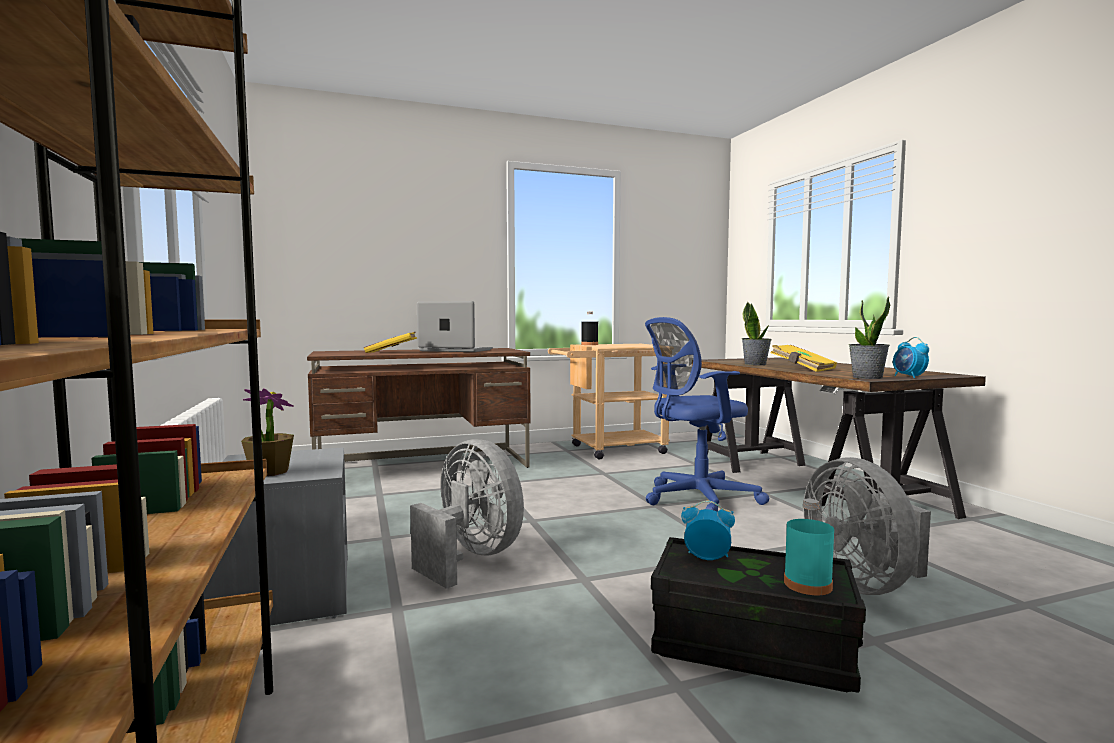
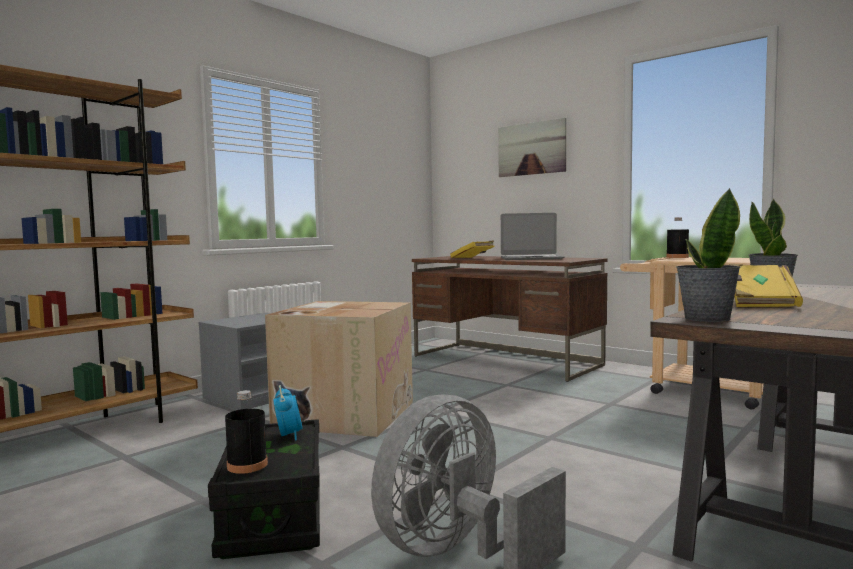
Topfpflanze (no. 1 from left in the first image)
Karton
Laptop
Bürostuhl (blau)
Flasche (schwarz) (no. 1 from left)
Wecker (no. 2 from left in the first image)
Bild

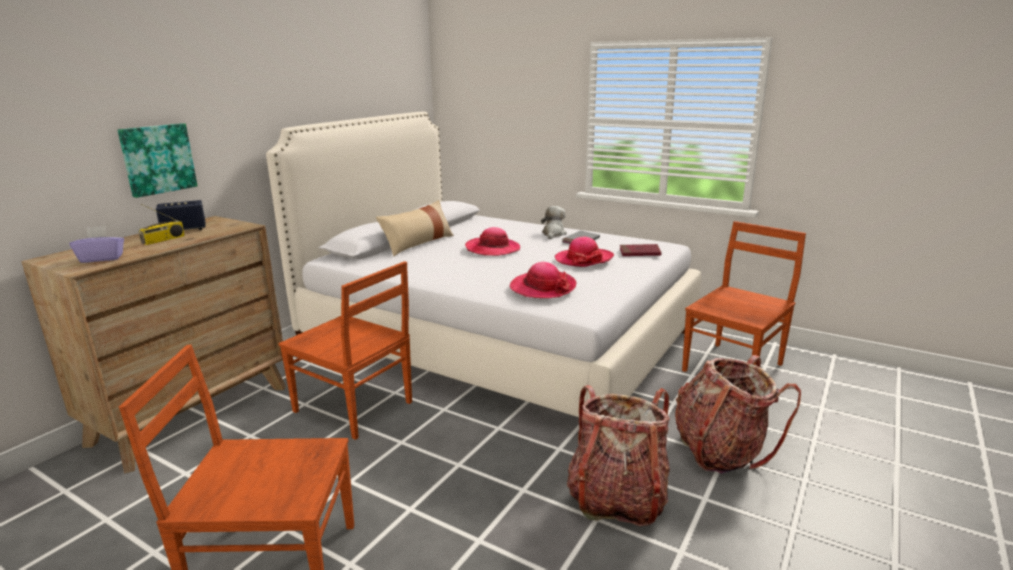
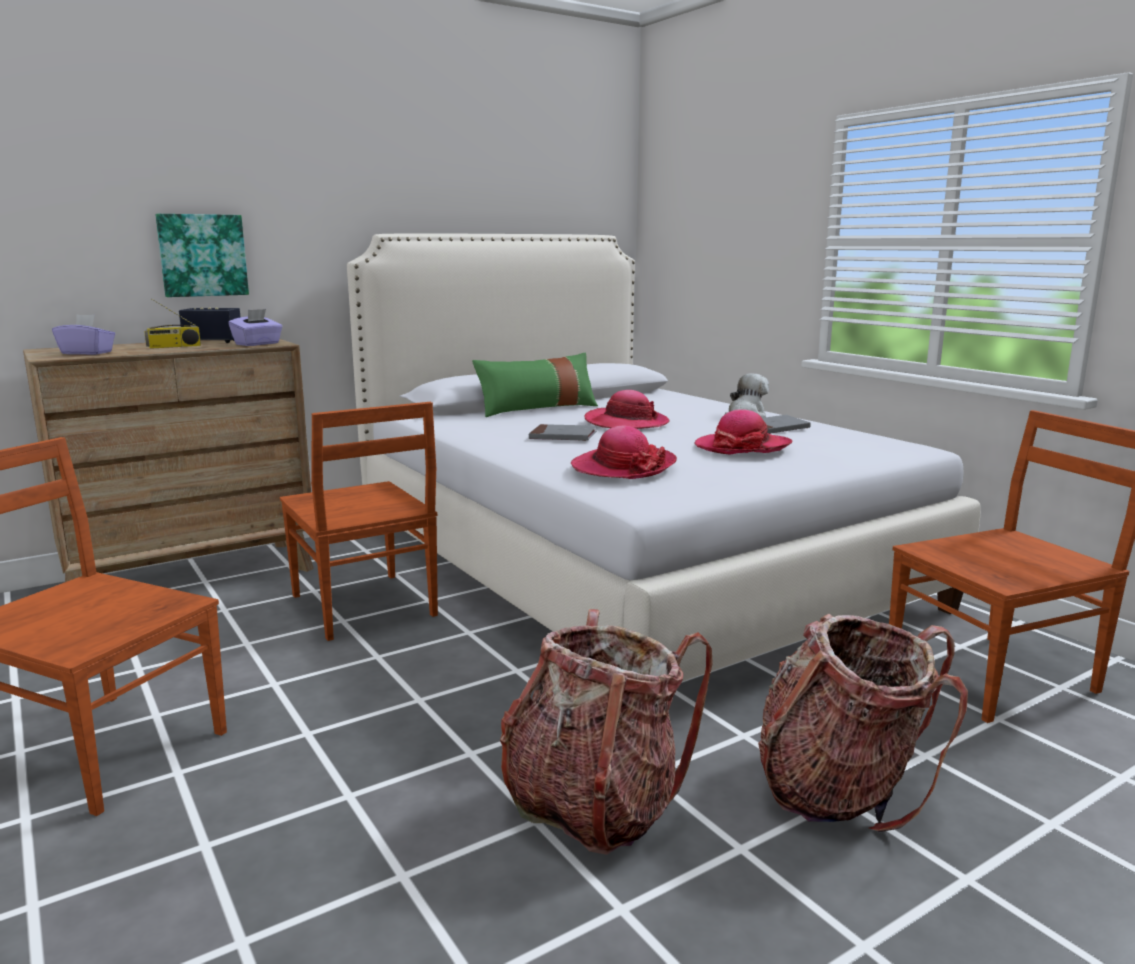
Kissen (grün)
Buch (rot)
Taschentuchbox (lila) (no. 2 from left)
Buch (grau) (no. 1 from left)

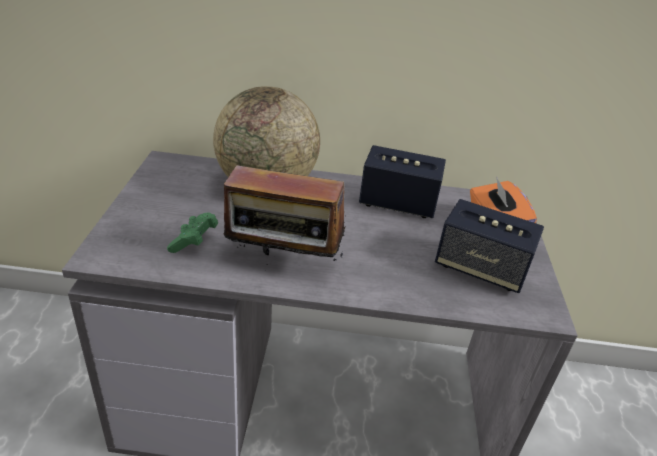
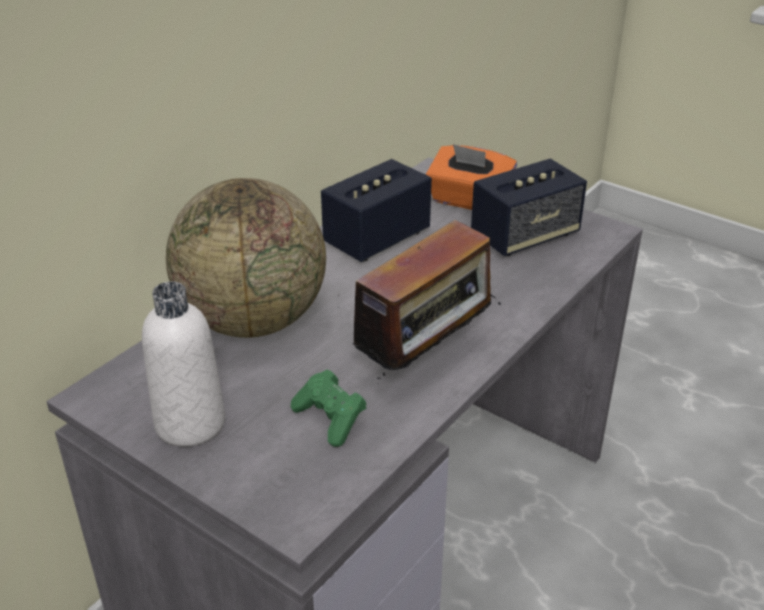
Flasche (weiß)

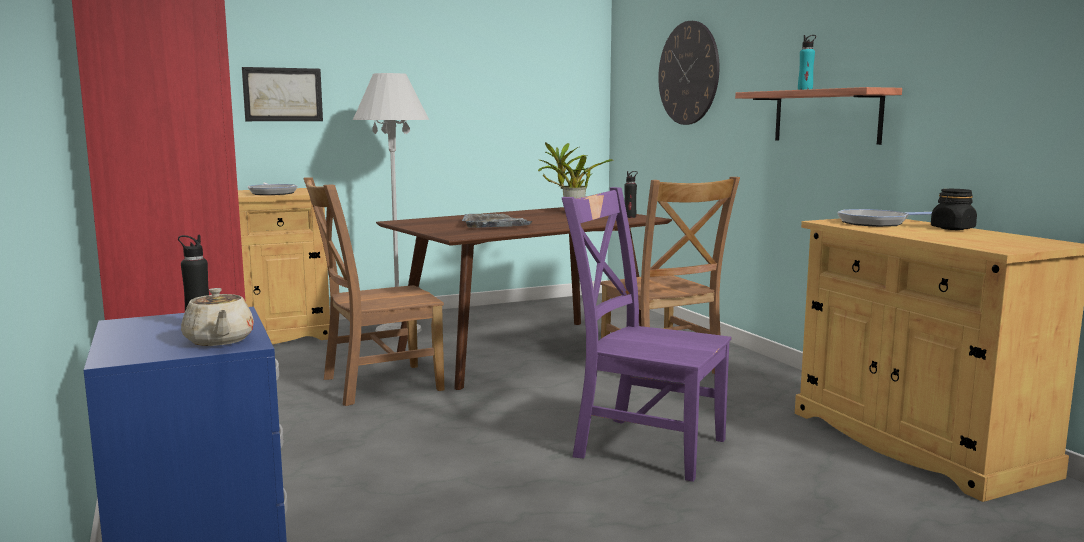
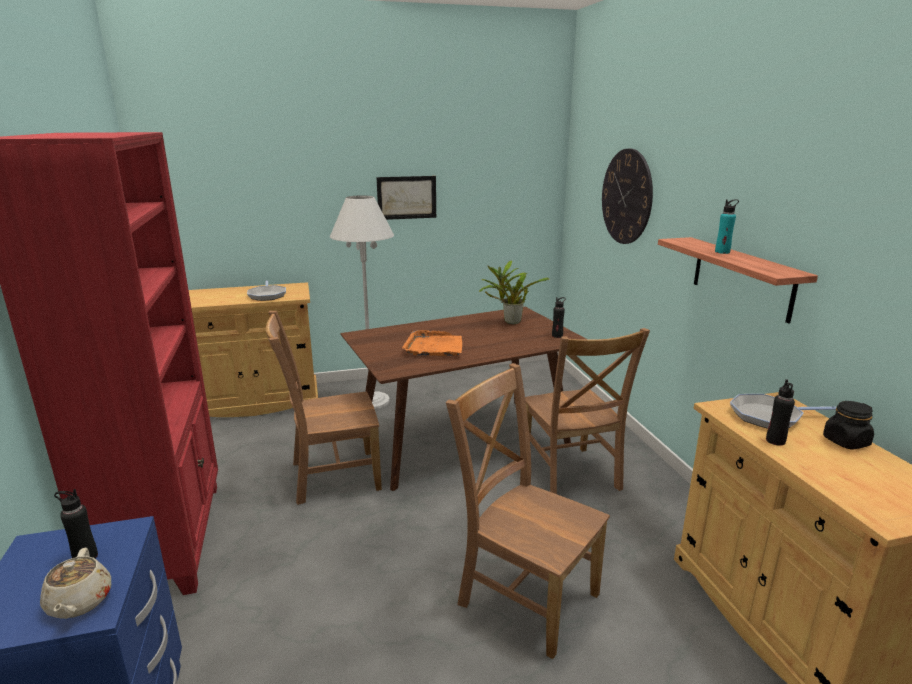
Bild
Tablett (orange)
Stuhl (braun) (no. 2 from left)
Flasche (schwarz) (no. 3 from left)

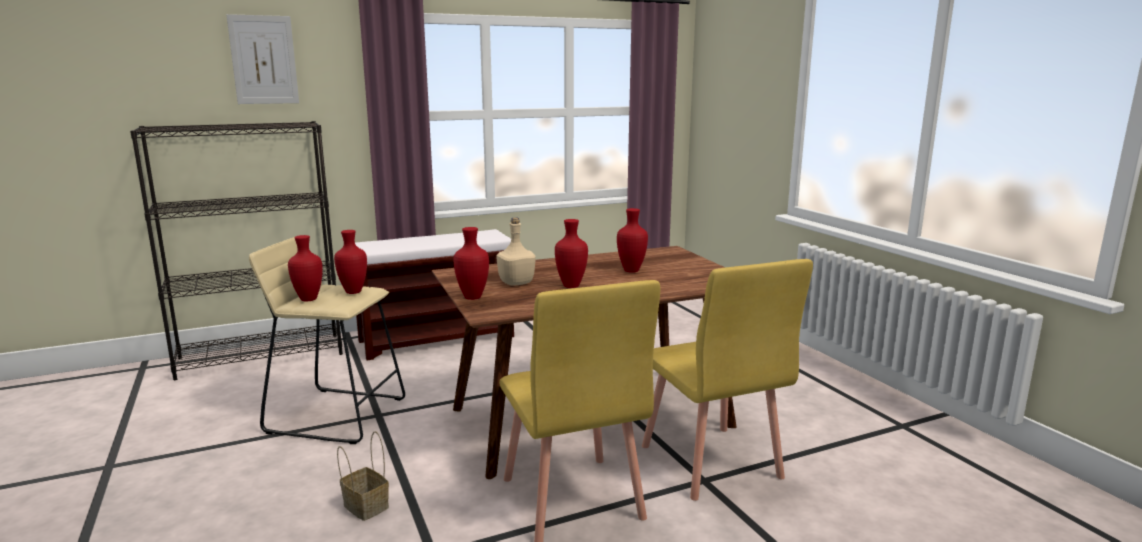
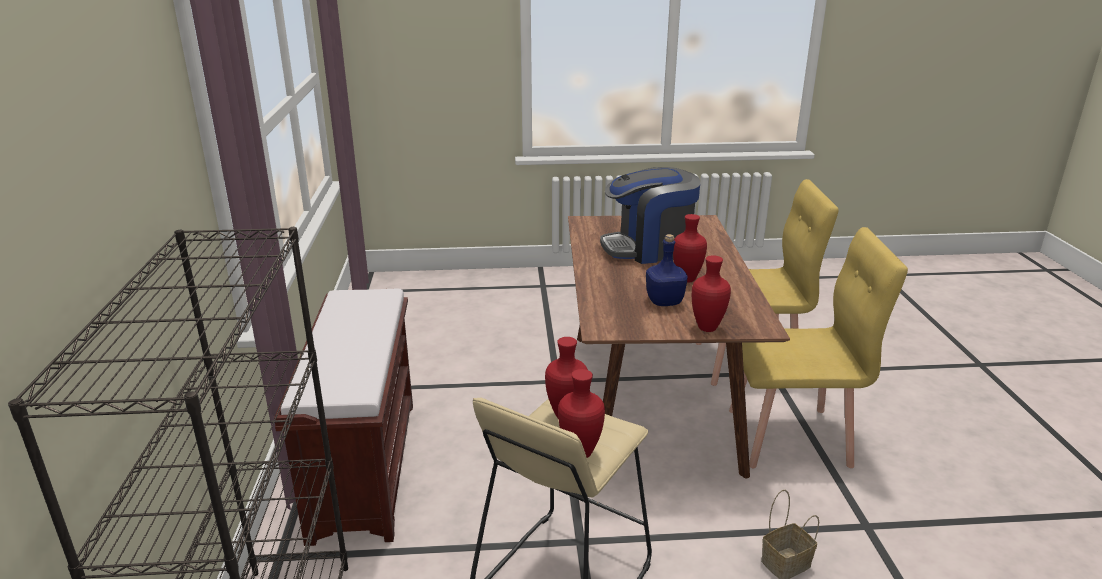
Bild
Flasche (blau)
Kaffeemaschine

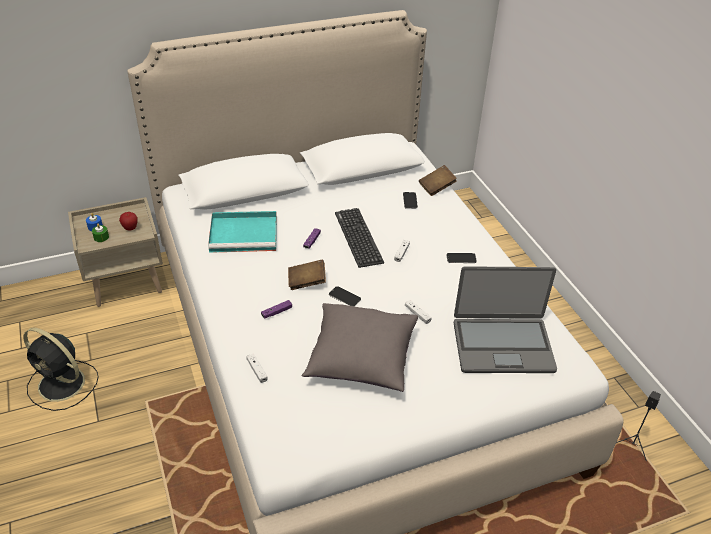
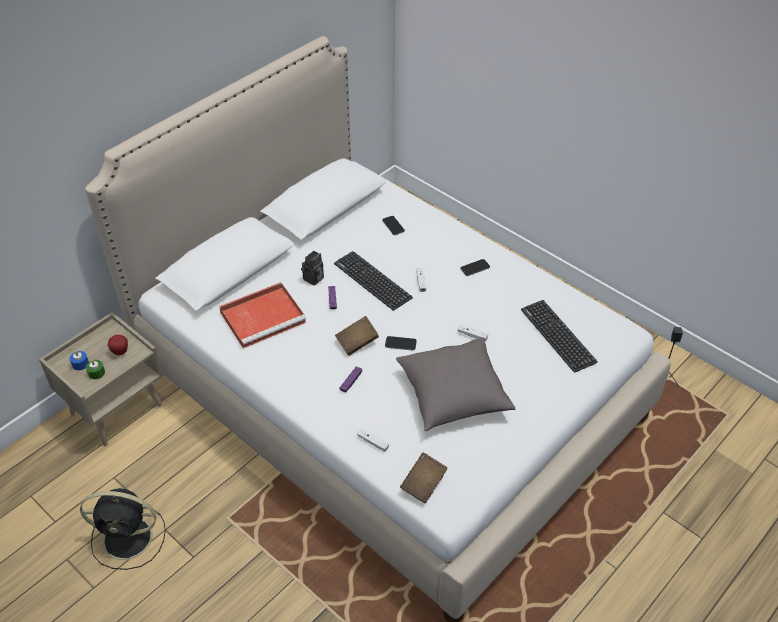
Tablett (rot)
Buch (braun) (no. 2 from left)
Tastatur (no. 2 from left)
Kamera

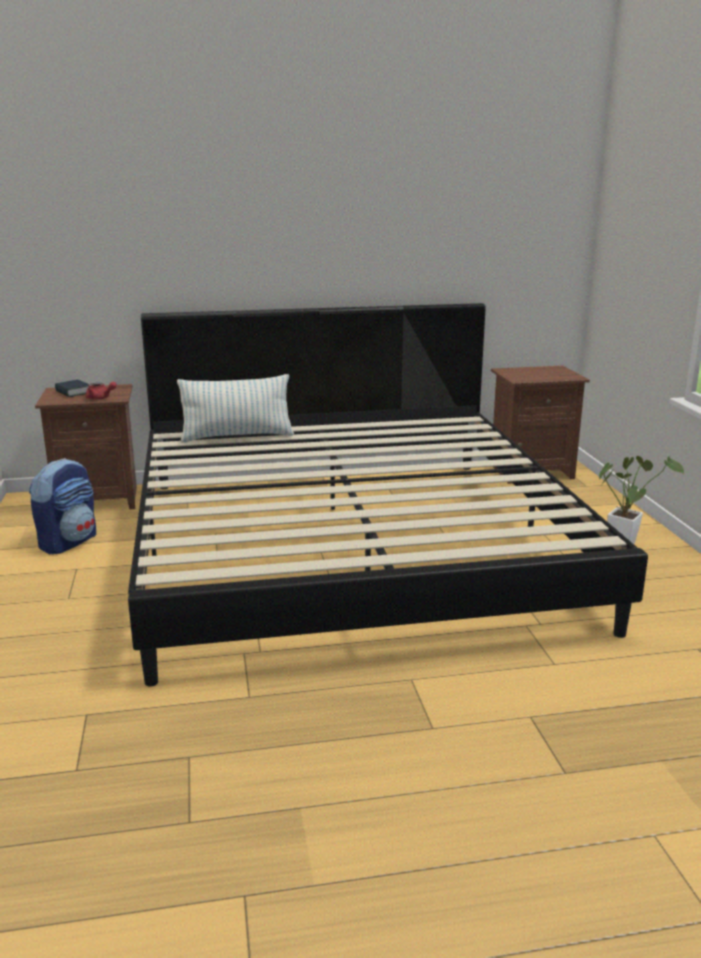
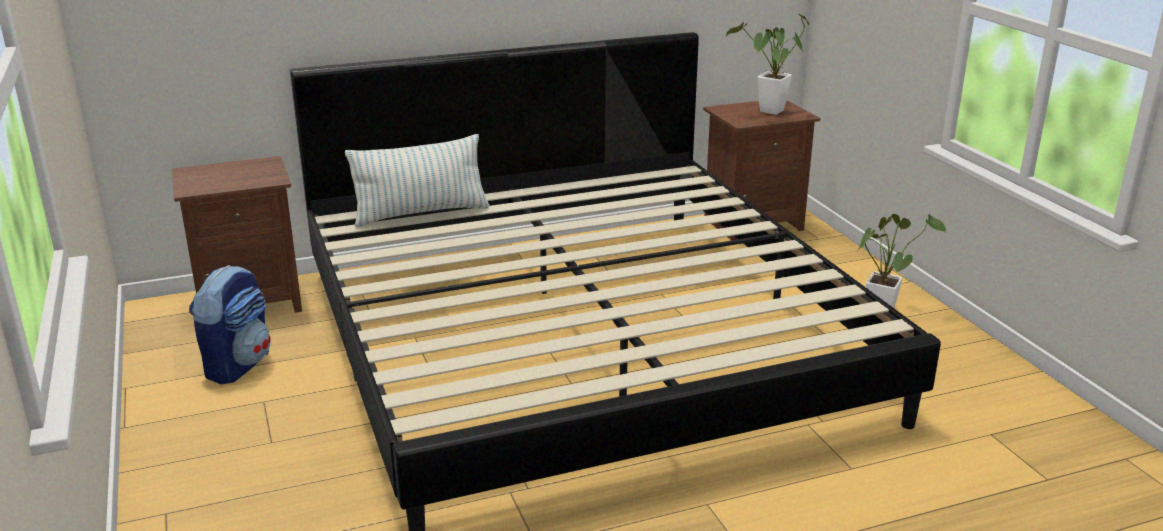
Buch
Teekanne (rot)
Topfpflanze (no. 1 from left)

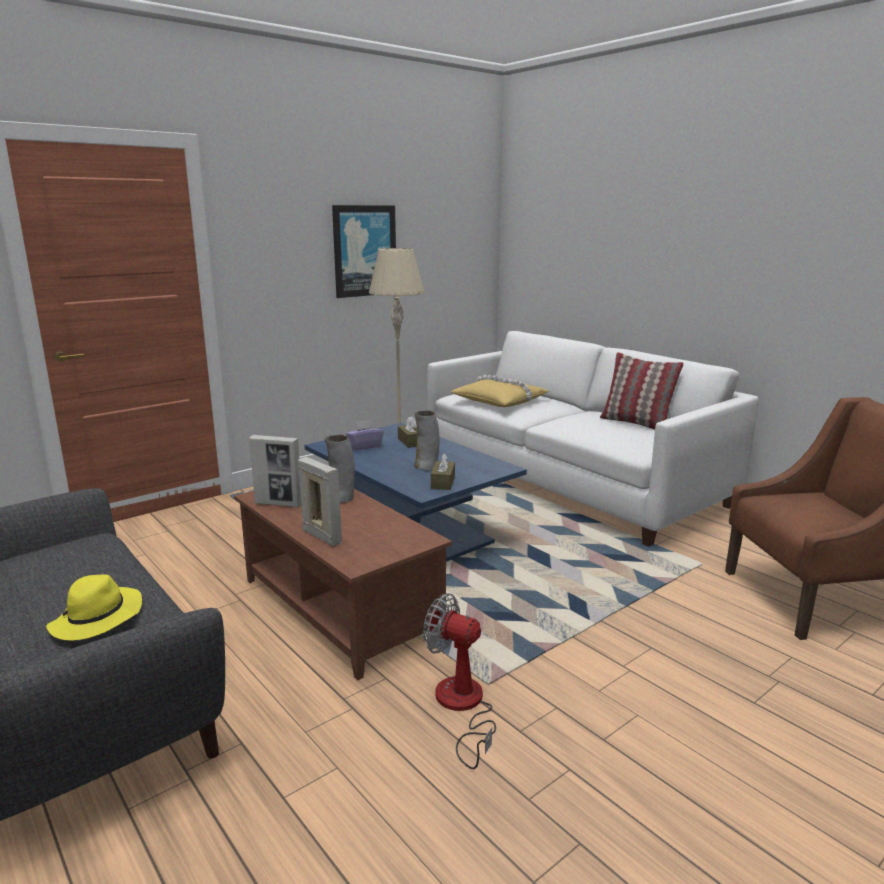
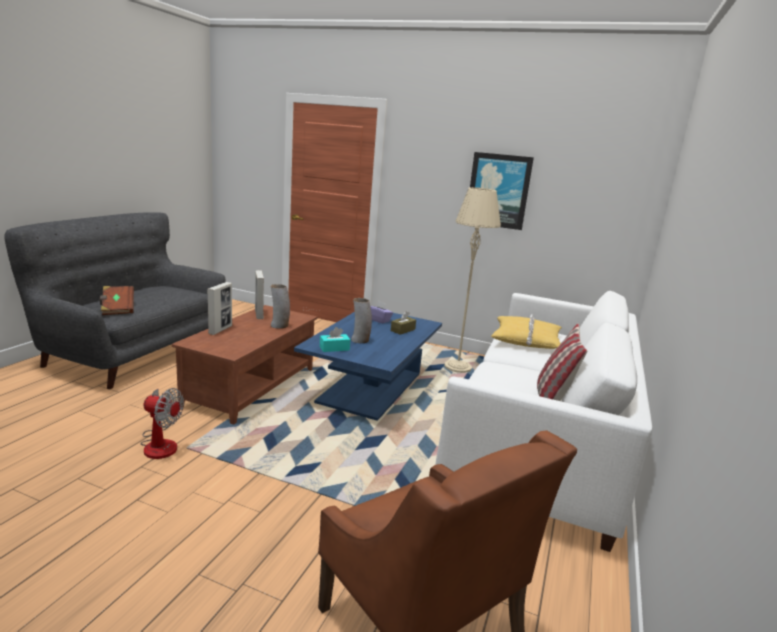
Buch (braun)
Ventilator
Taschentuchbox (türkis)

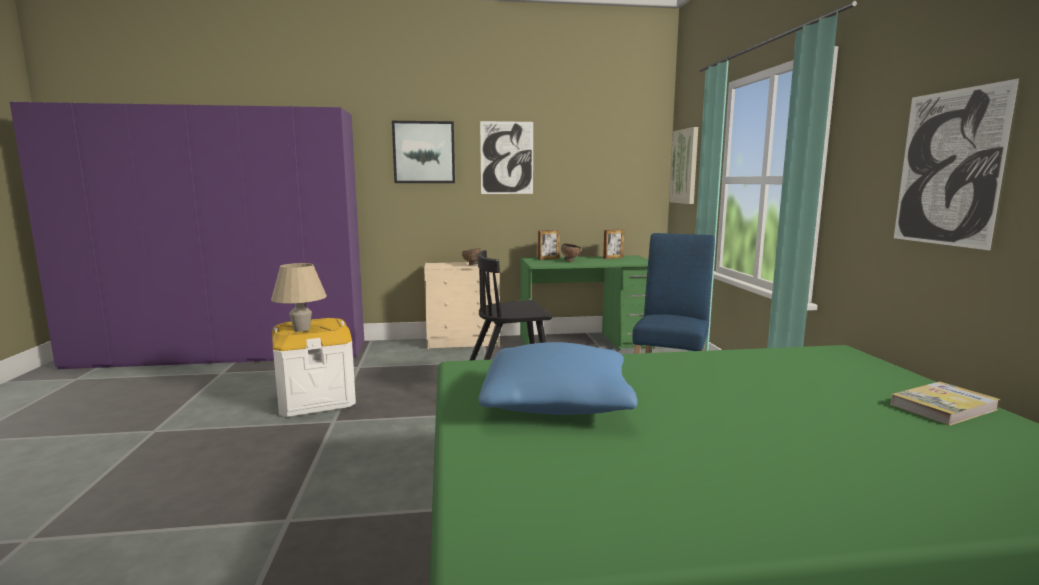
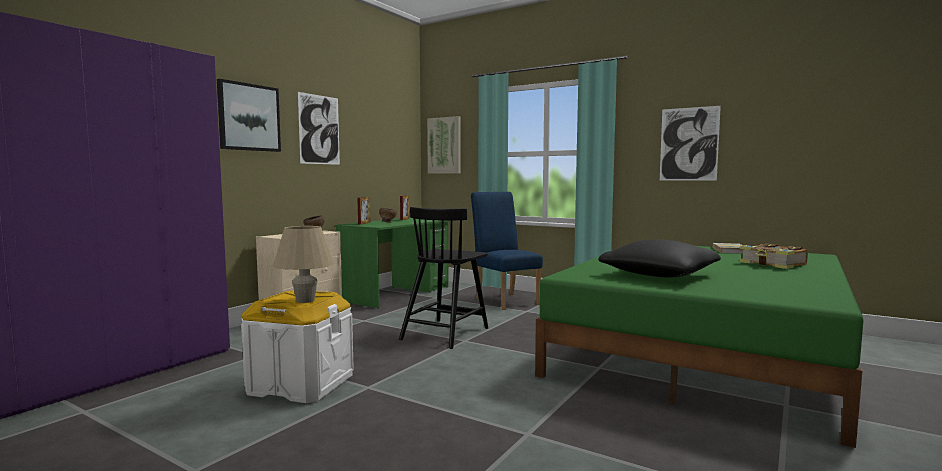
Kissen (schwarz)
Buch (no. 2 from left)

